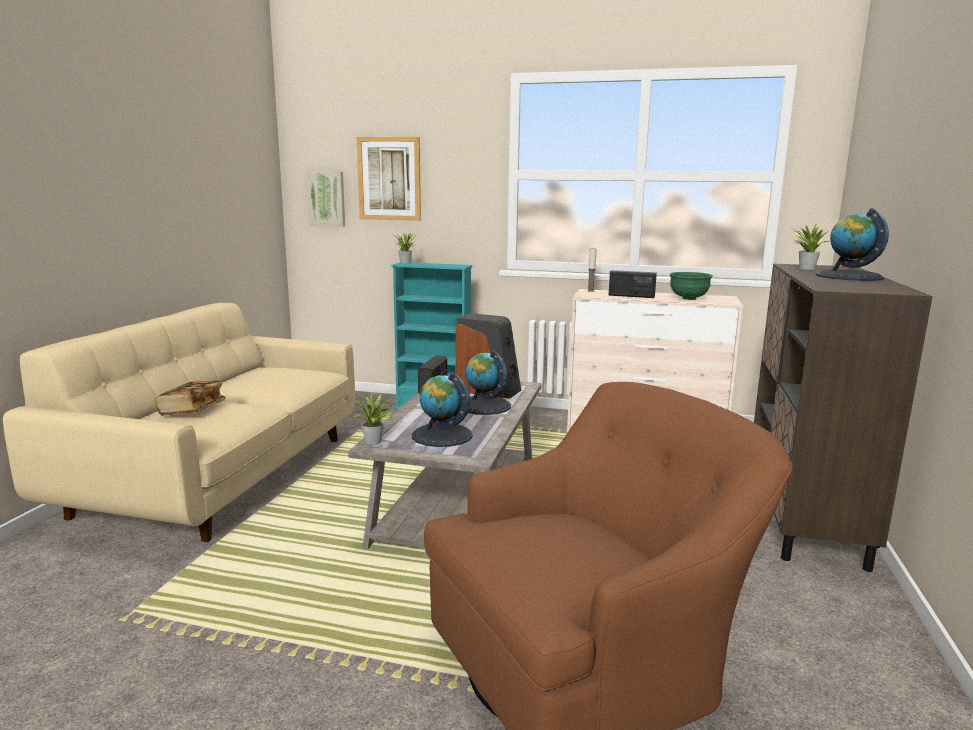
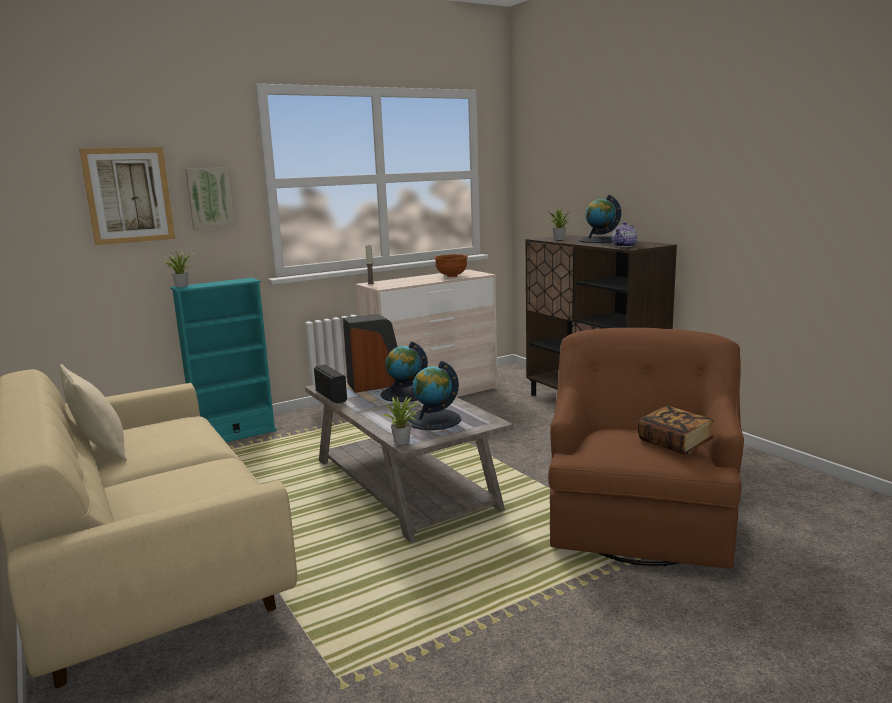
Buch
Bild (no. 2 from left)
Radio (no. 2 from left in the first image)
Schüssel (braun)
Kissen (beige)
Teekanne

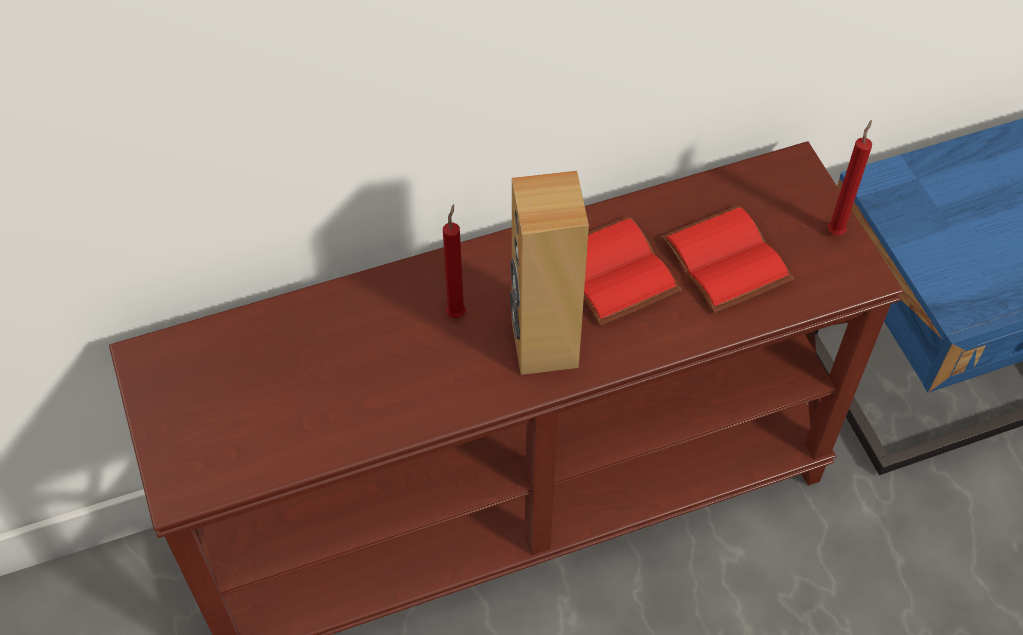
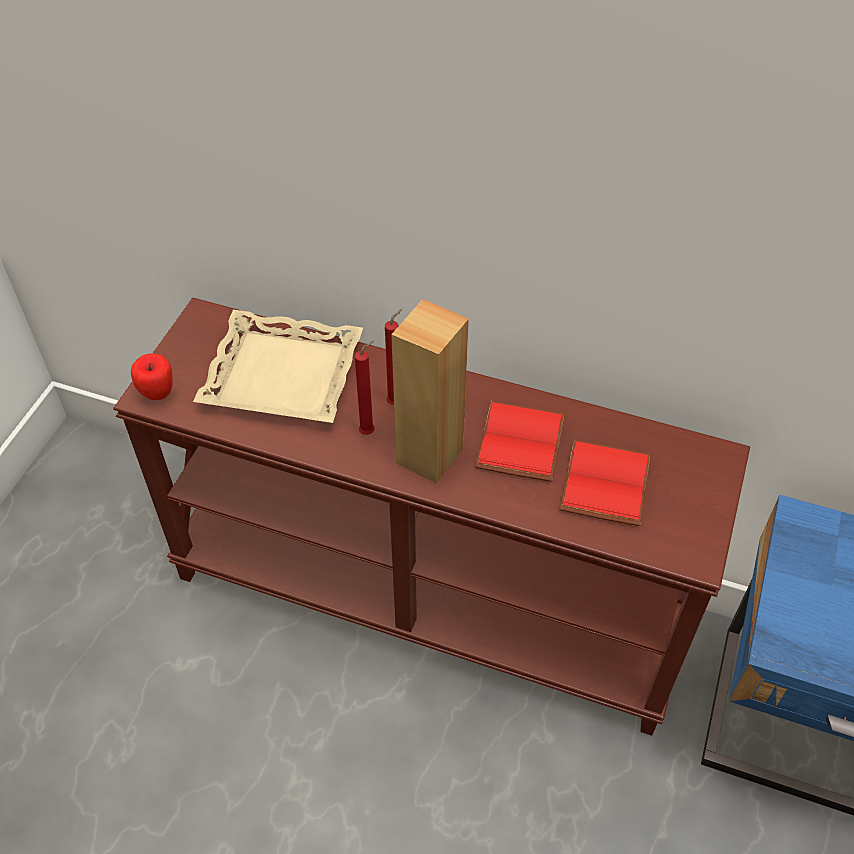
Kerze (rot) (no. 1 from left)
Apfel
Tablett (beige)

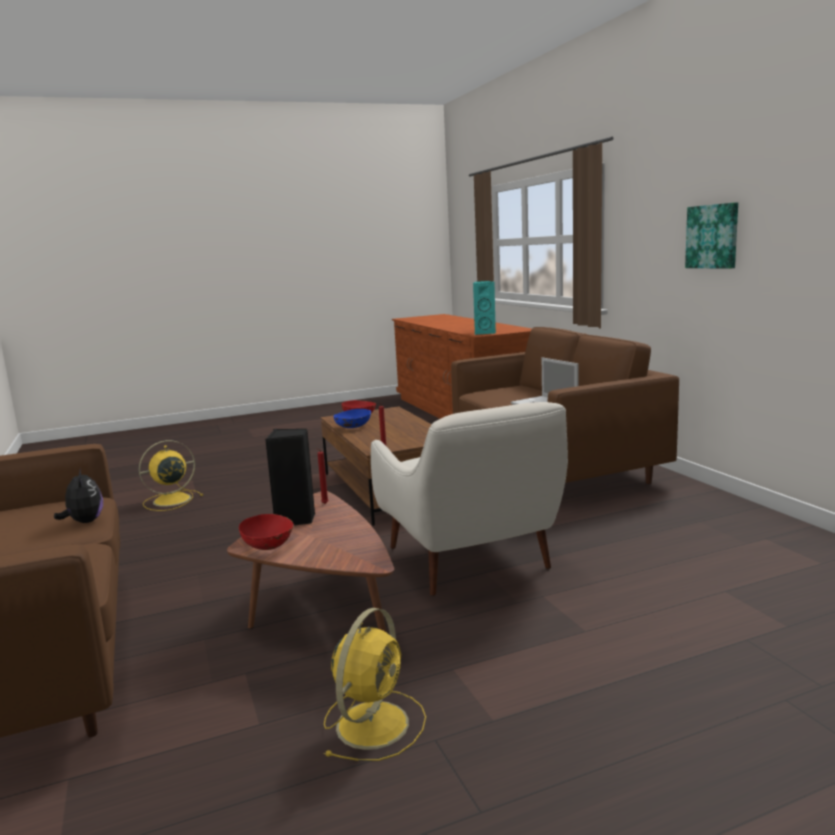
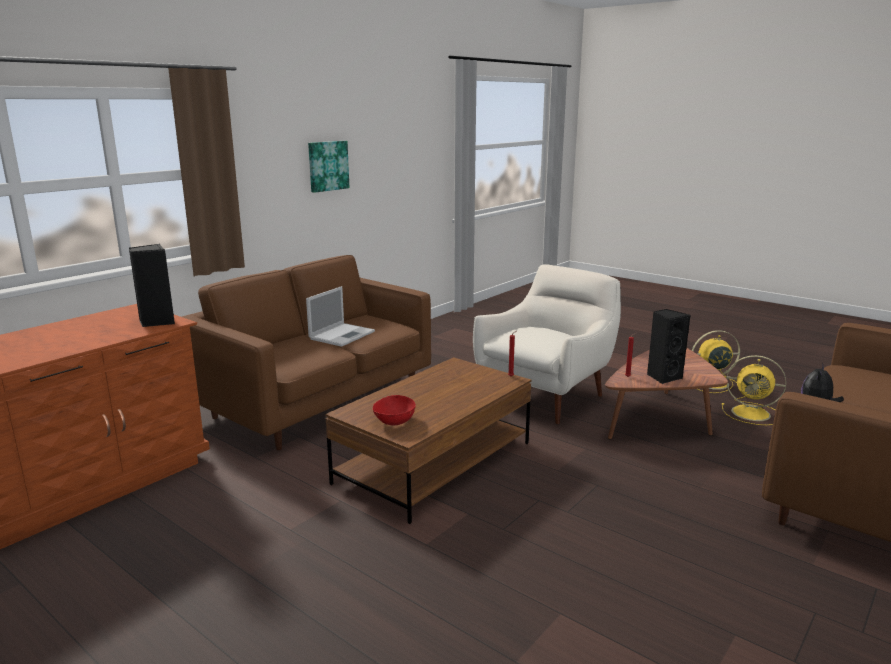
Ventilator (gelb) (no. 2 from left)
Schüssel (rot) (no. 1 from left in the first image)
Schüssel (blau)
Lautsprecher (schwarz) (no. 1 from left)

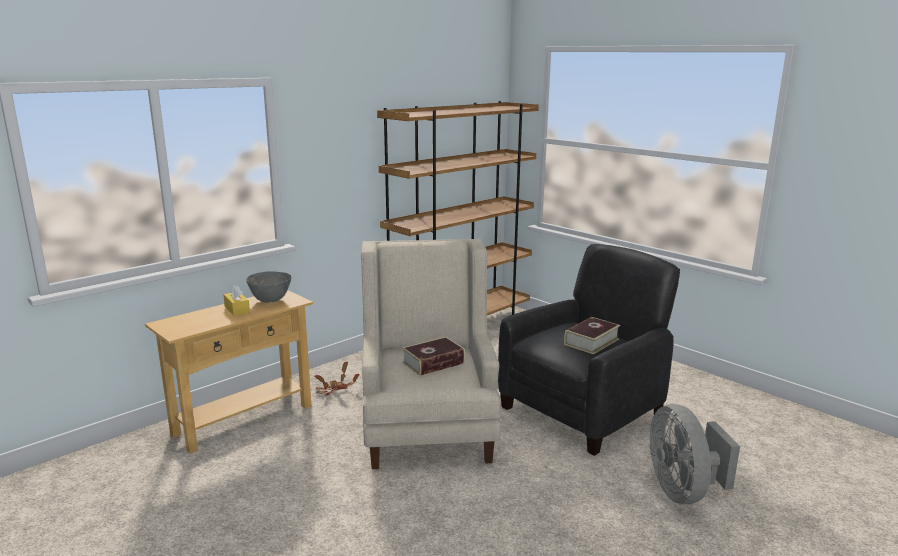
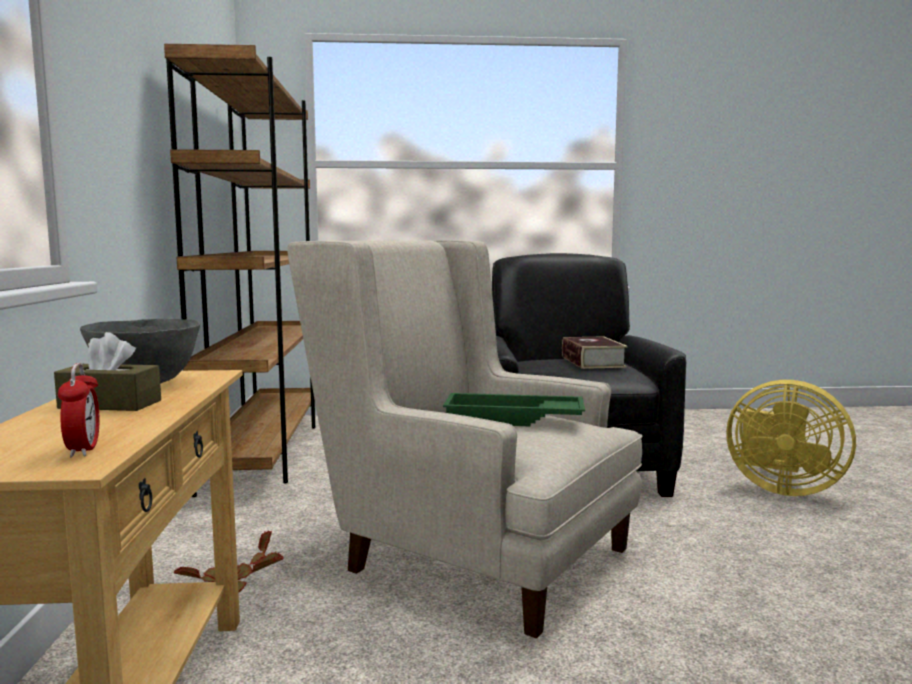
Taschentuchbox (braun)
Tablett (grün)
Ventilator (gelb)
Wecker

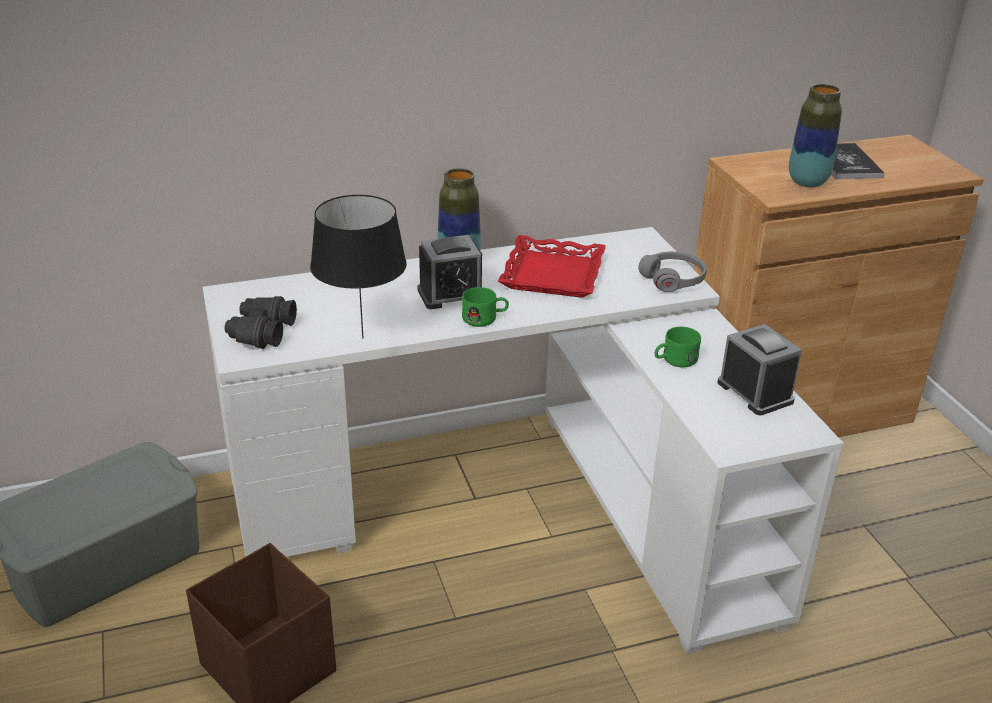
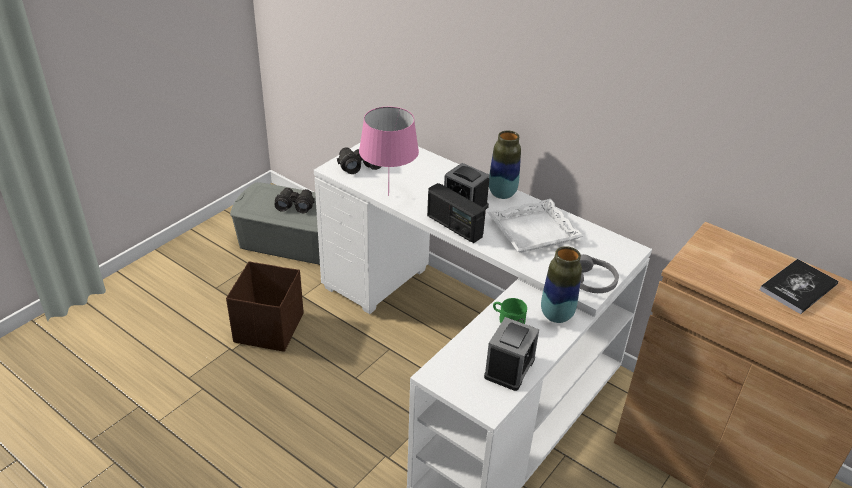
Tischlampe (rosa)
Radio
Tablett (weiß)
Vase (no. 2 from left)
Fernglas (schwarz) (no. 1 from left)

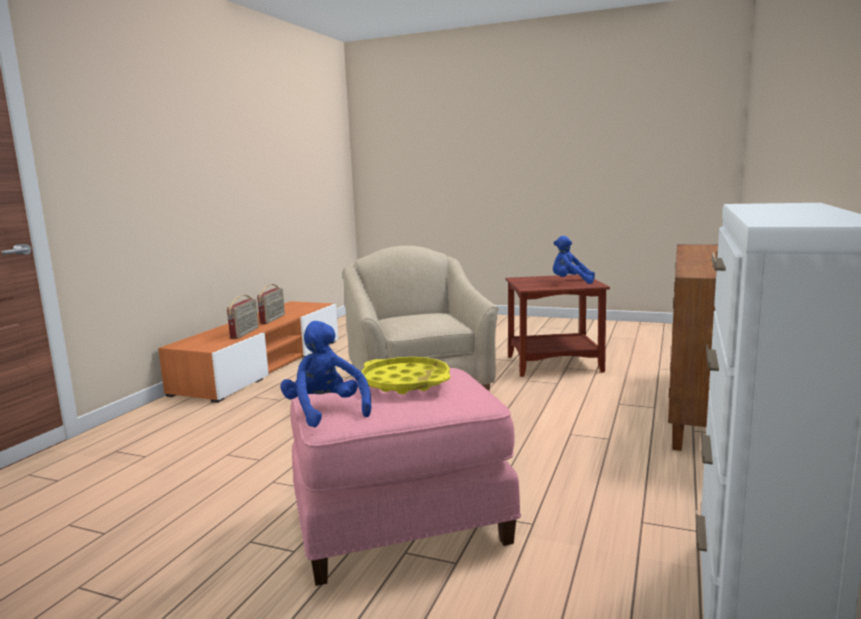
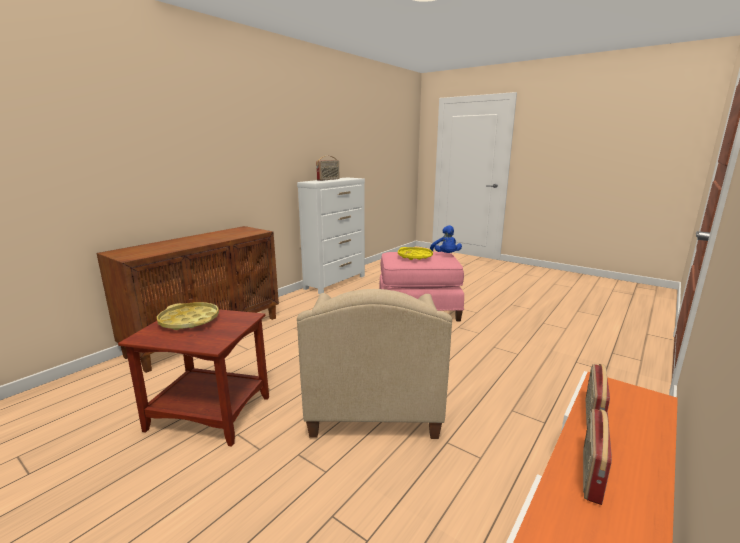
Tablett (gelb) (no. 1 from left)
Radio (no. 1 from left)

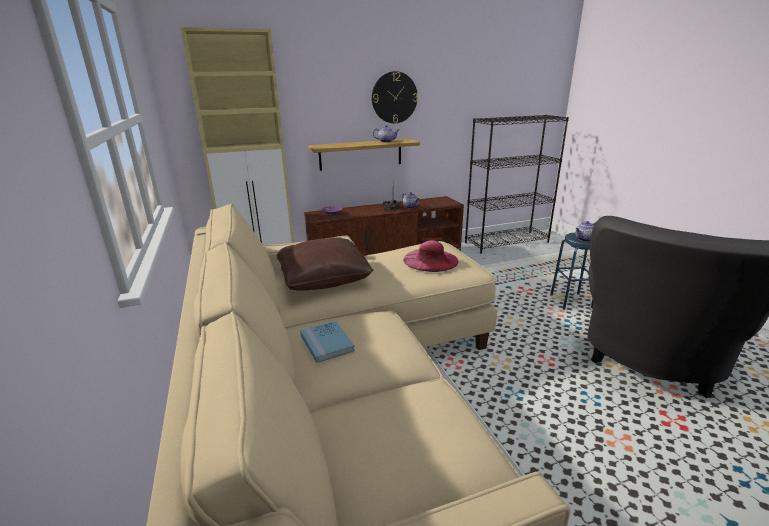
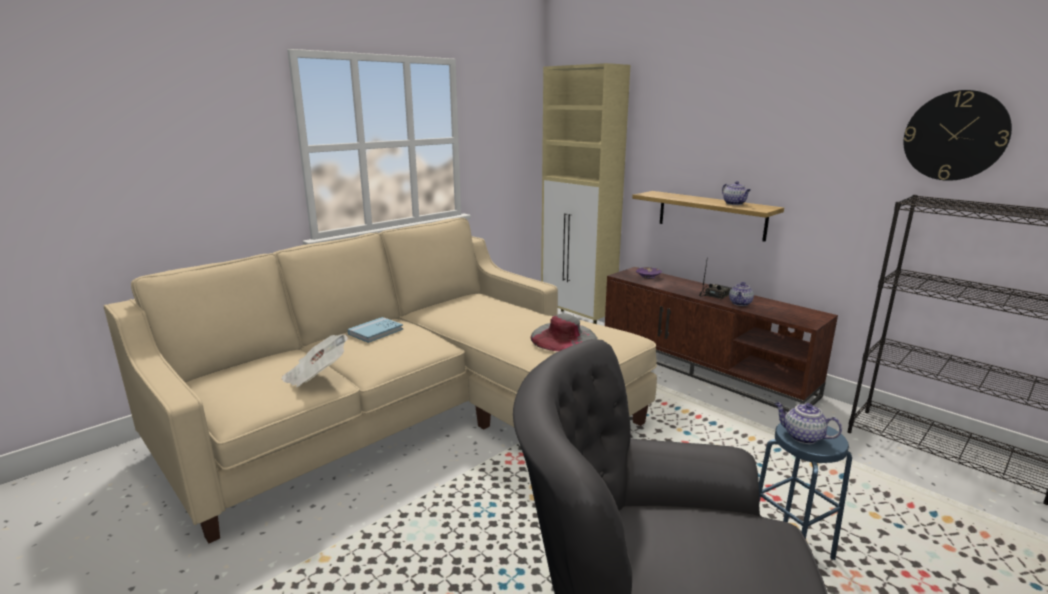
Kissen (braun)
Wanduhr
Hut (grau)
Zeitung

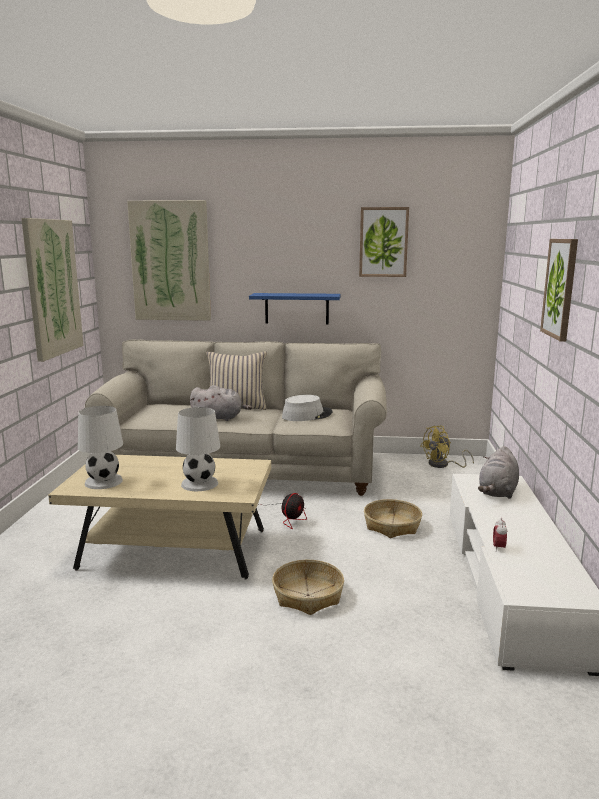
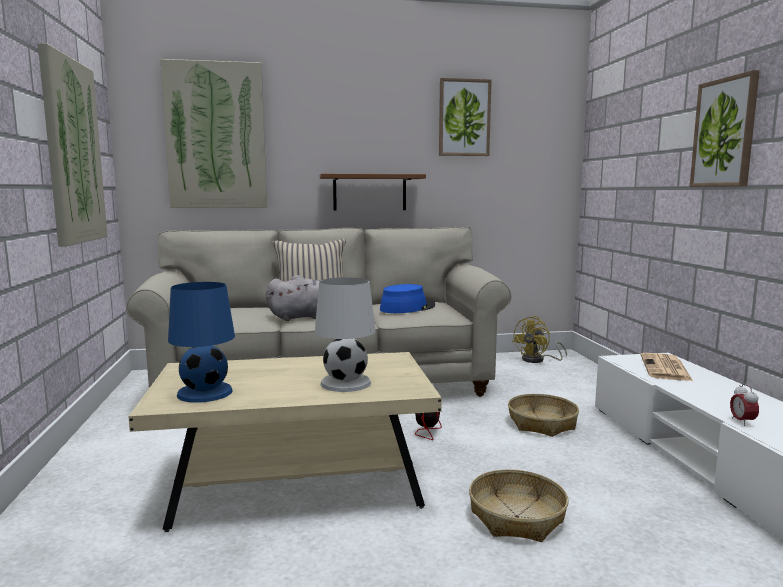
Tischlampe (blau)
Wandregal (braun)
Hut (blau)
Zeitung

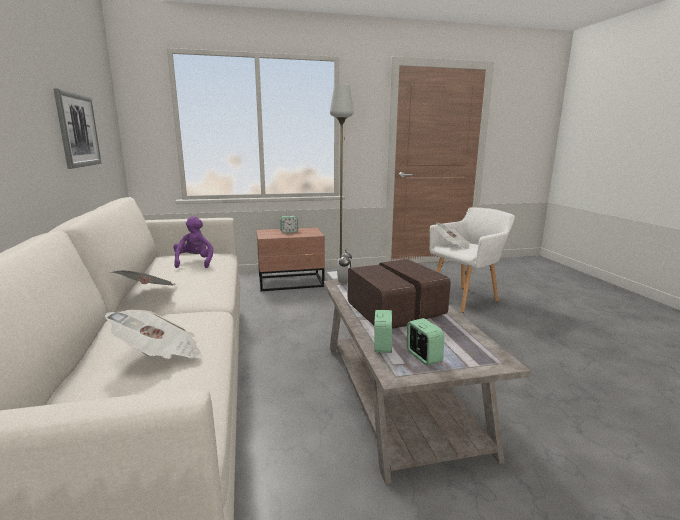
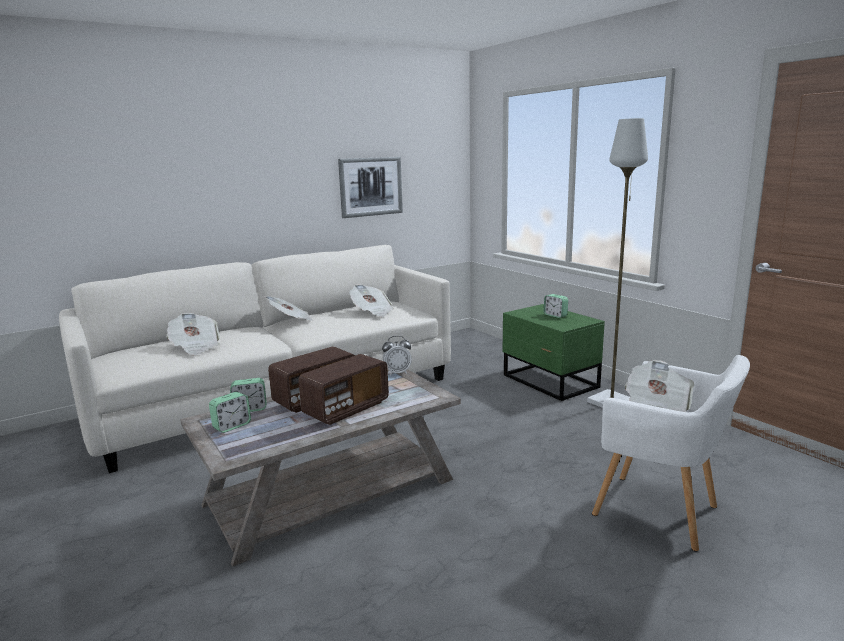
Zeitung (no. 3 from left)
Nachttisch (grün)

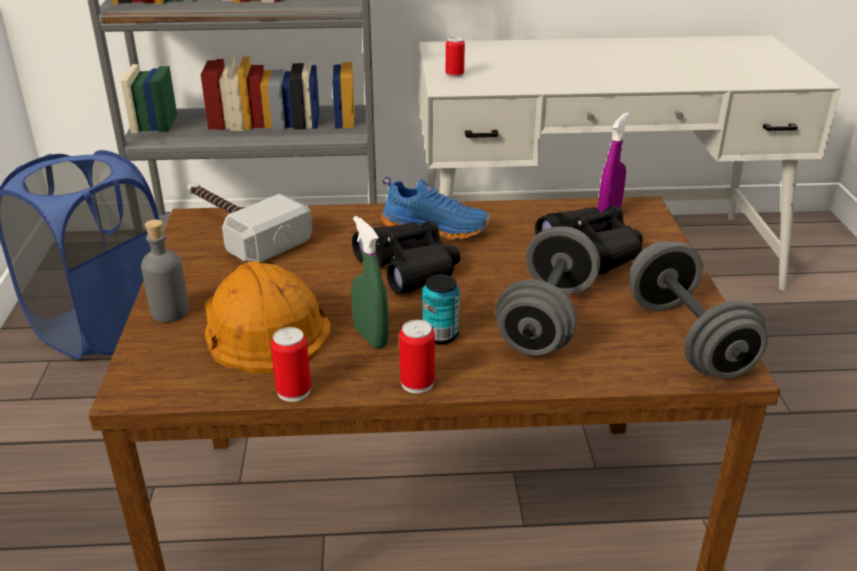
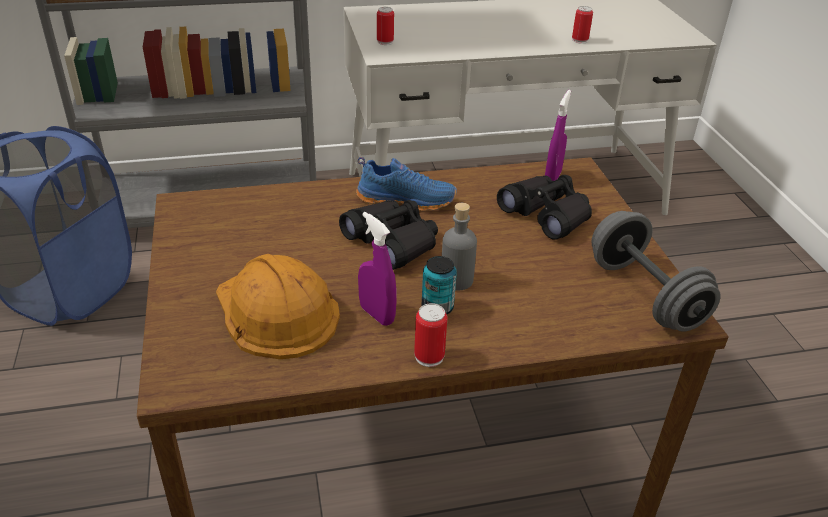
Flasche (grau)
Hammer
Dose (no. 4 from left)
Sprühflasche (lila) (no. 1 from left)
Hantel (grau) (no. 1 from left in the first image)

